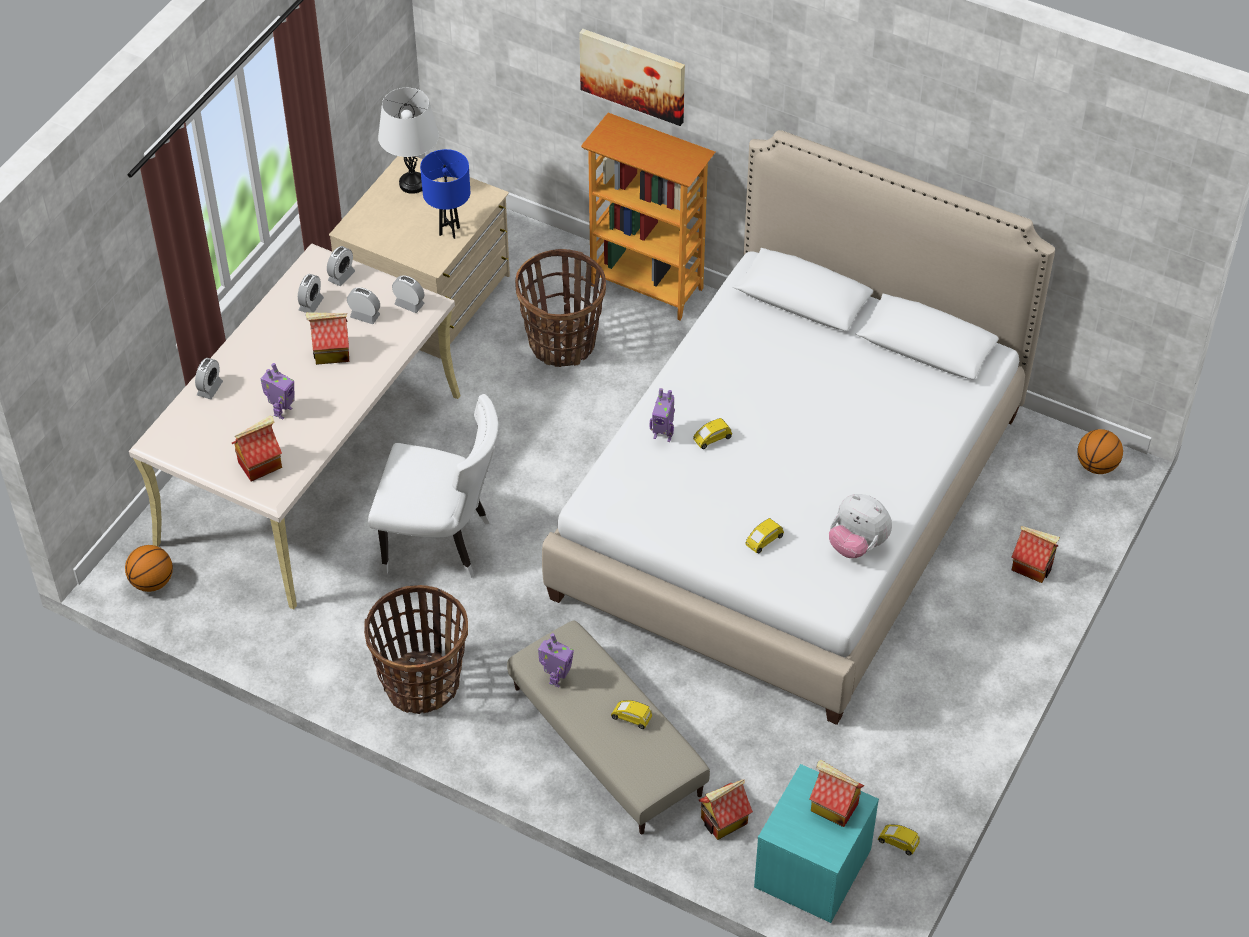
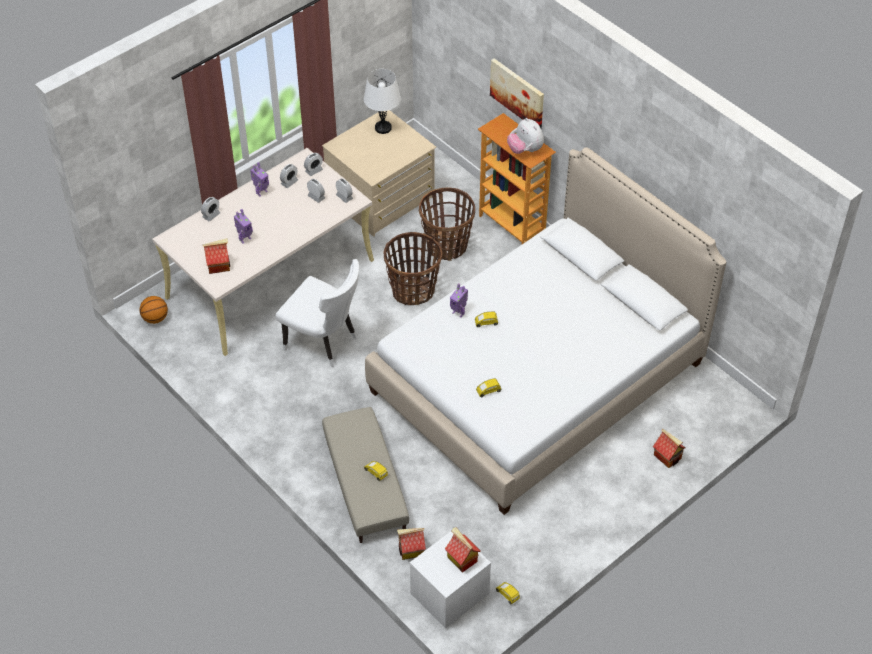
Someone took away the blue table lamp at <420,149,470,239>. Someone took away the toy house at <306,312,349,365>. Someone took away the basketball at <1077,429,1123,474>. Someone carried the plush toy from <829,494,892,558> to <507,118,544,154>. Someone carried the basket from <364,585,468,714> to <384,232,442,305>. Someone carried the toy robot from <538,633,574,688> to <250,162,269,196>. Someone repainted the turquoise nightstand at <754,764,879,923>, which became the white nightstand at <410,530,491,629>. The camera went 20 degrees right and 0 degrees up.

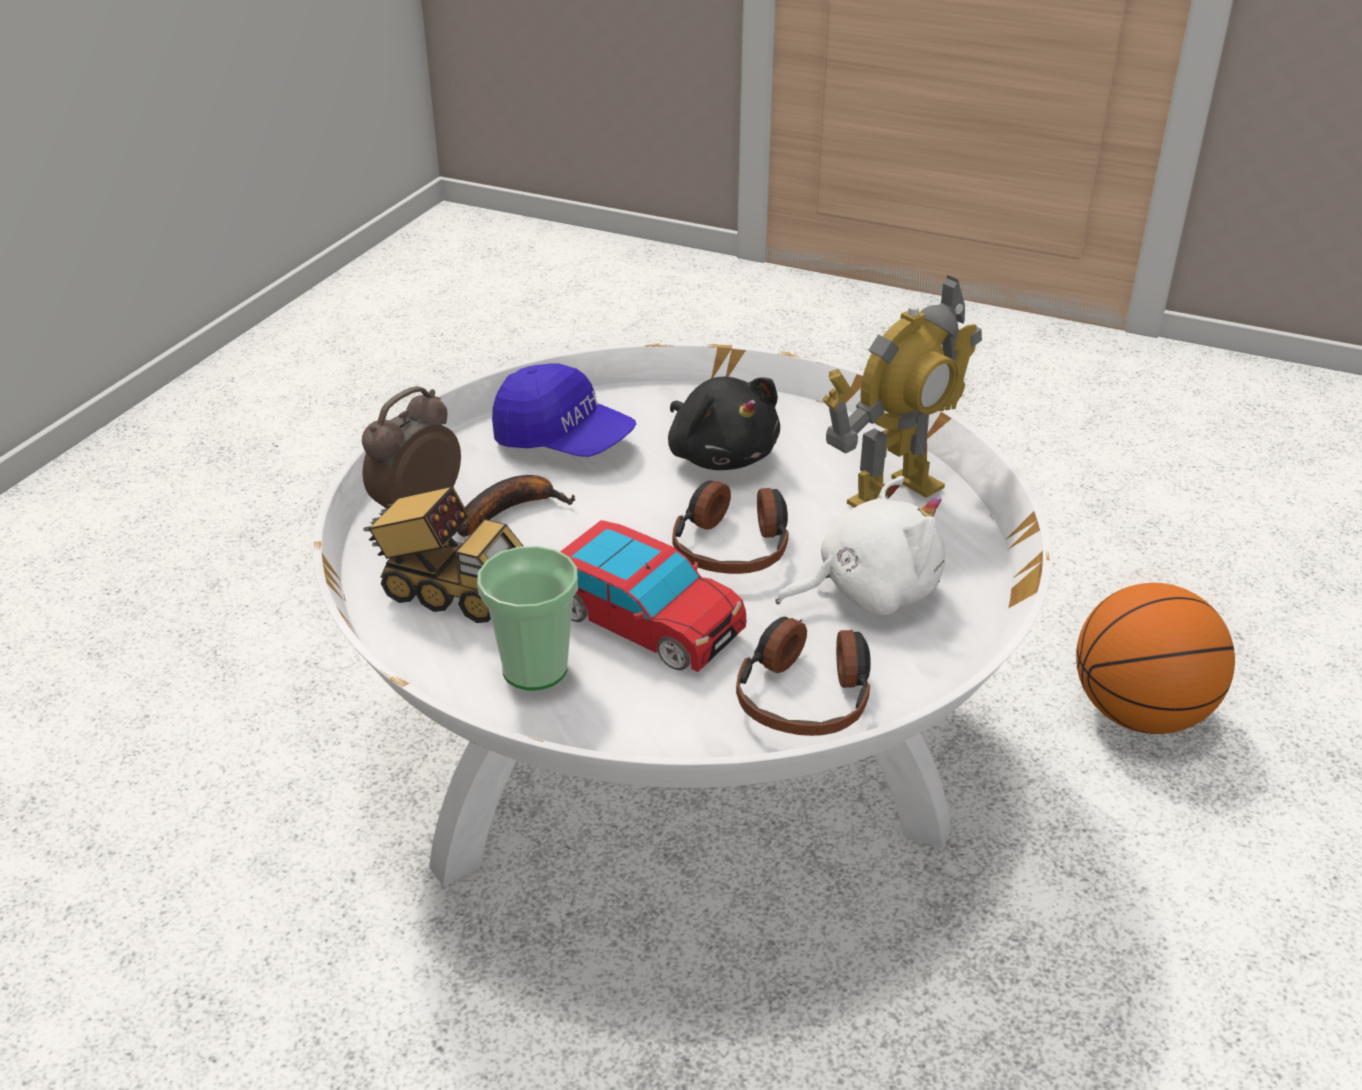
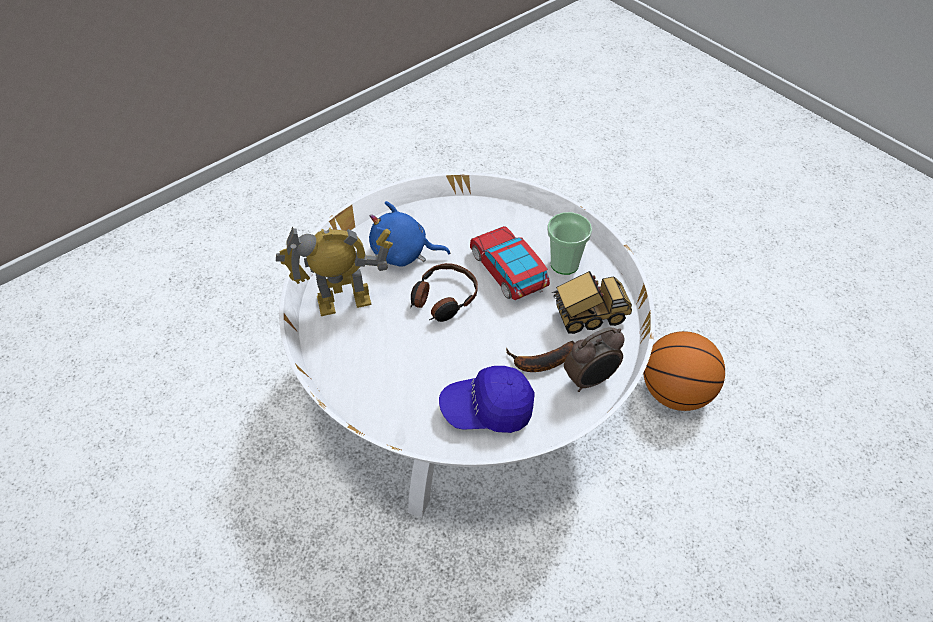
Someone rotated the blue cap at <492,363,636,457> by 60 degrees counterclockwise. Someone took away the black plush toy at <668,376,780,470>. Someone repainted the white plush toy at <776,476,945,615>, which became the blue plush toy at <369,201,450,266>. Someone rotated the toy truck at <363,486,523,623> by 120 degrees clockwise. Someone carried the basketball from <1076,583,1235,734> to <643,331,725,411>. Someone took away the headphones at <736,616,871,736>. The camera went 155 degrees left and 15 degrees up.

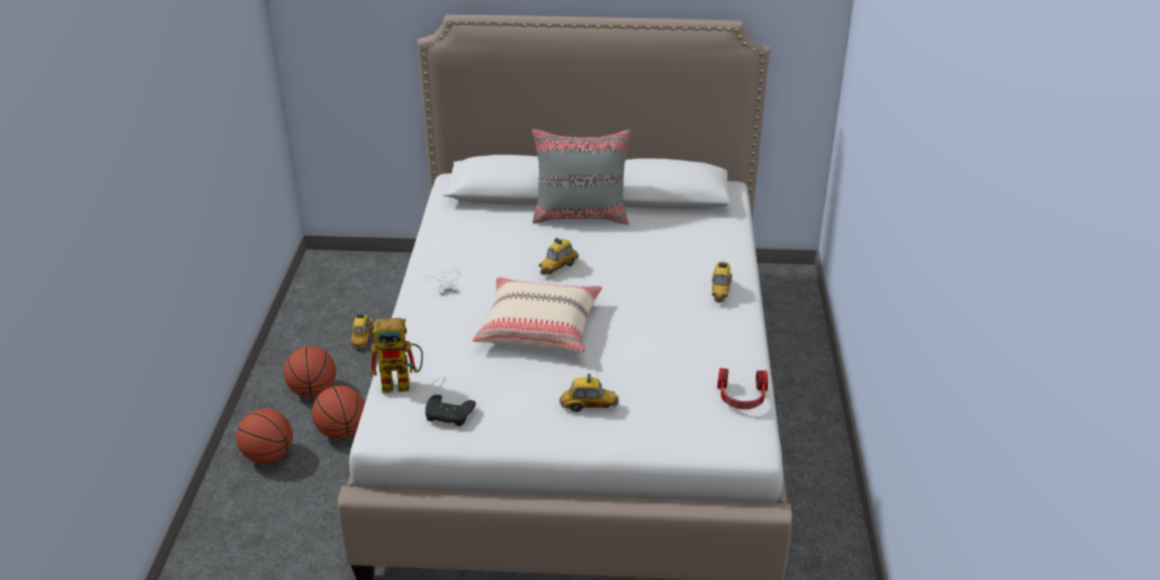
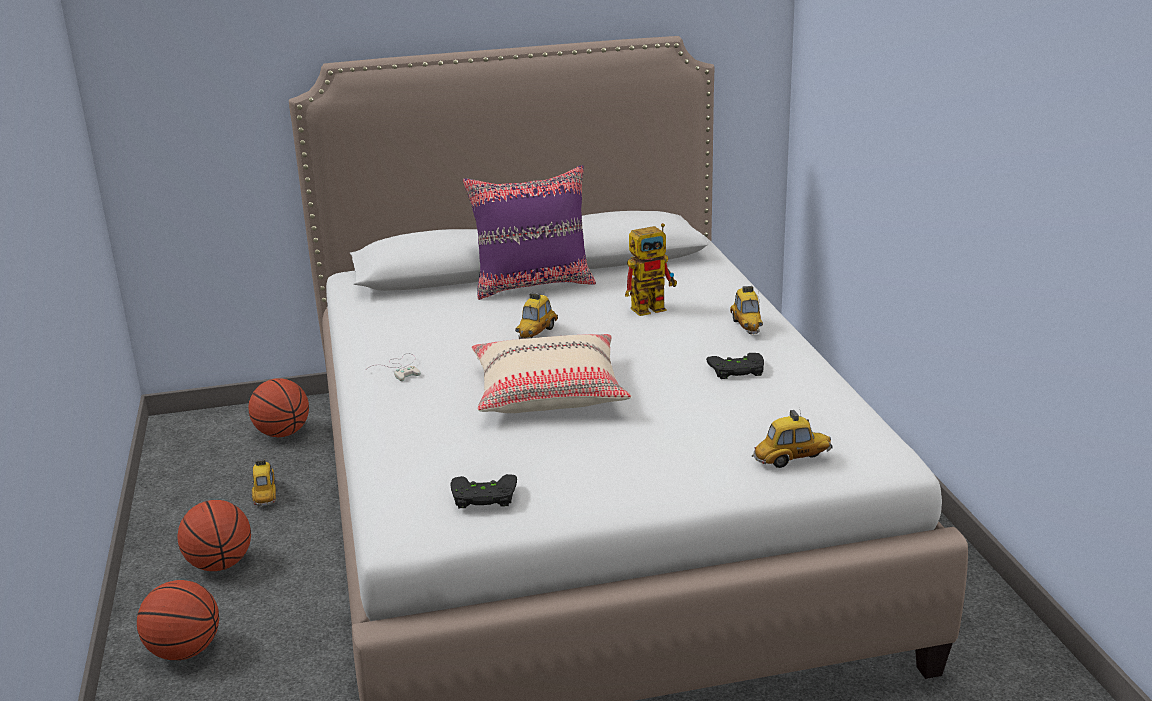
Someone repainted the grey pillow at <532,129,631,224>, which became the purple pillow at <463,165,596,300>. Someone carried the toy robot from <369,318,423,393> to <625,223,677,316>. Someone took away the headphones at <717,368,768,409>. Someone carried the toy car from <559,374,619,412> to <752,410,832,468>. Someone carried the basketball from <312,386,365,439> to <248,378,309,437>. Someone put down the black game controller at <706,353,764,379>. The camera went 15 degrees left and 10 degrees down.

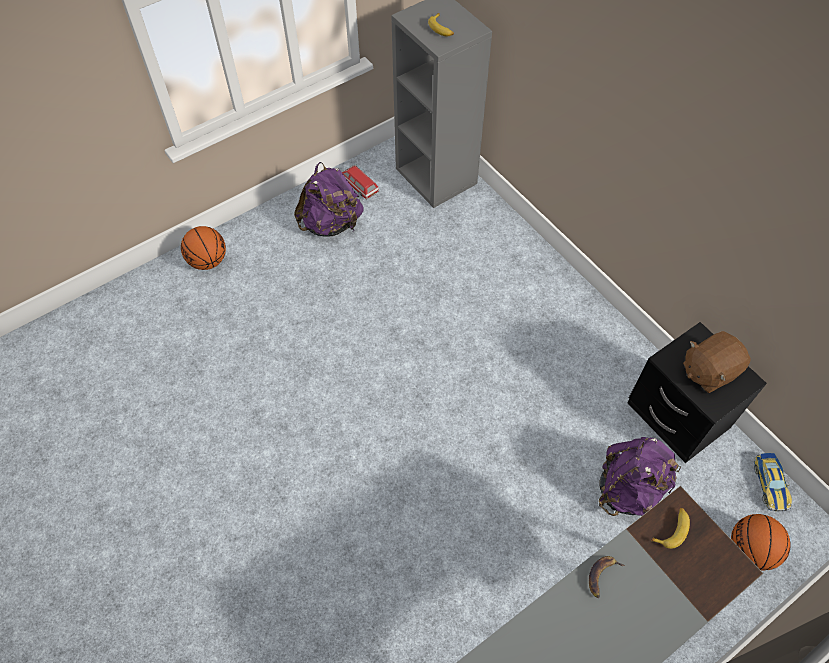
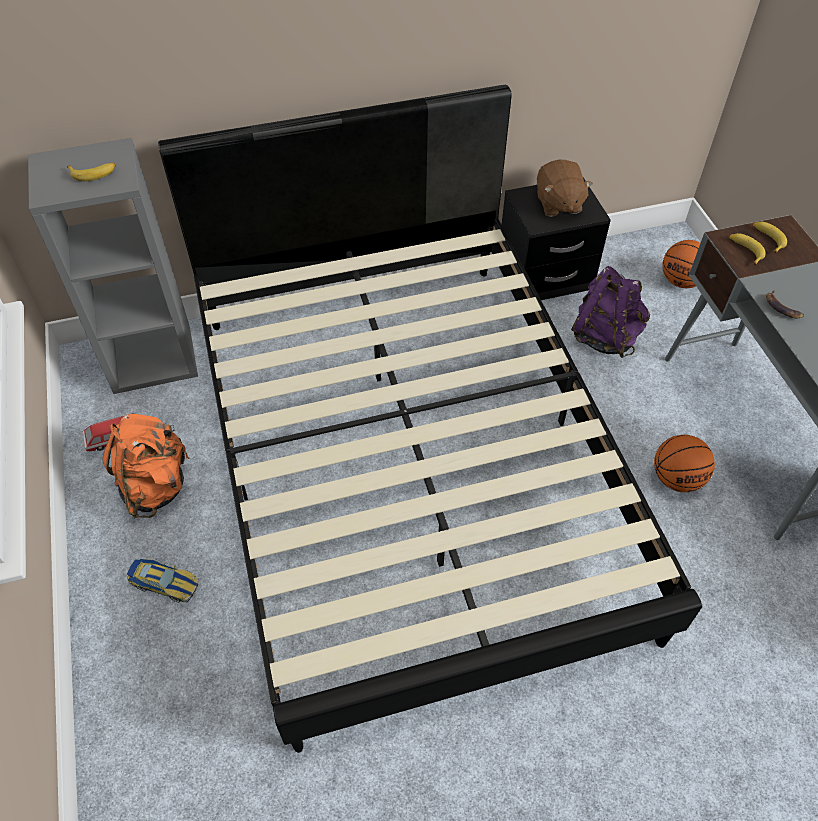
Someone repainted the purple backpack at <294,162,363,237>, which became the orange backpack at <103,414,190,518>. Someone carried the basketball from <181,226,226,270> to <654,435,715,492>. Someone carried the toy car from <754,453,792,512> to <127,559,199,602>. Someone put down the black bed at <158,84,702,753>. Someone put down the banana at <753,222,787,253>. The camera went 70 degrees left and 5 degrees down.

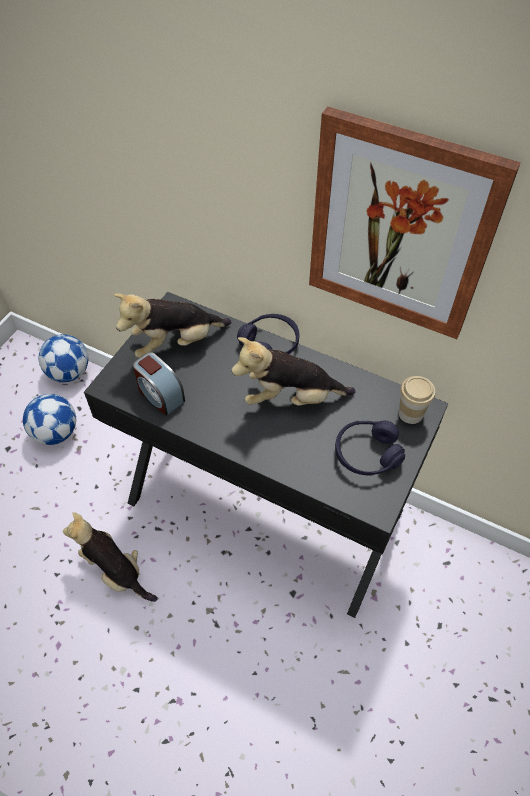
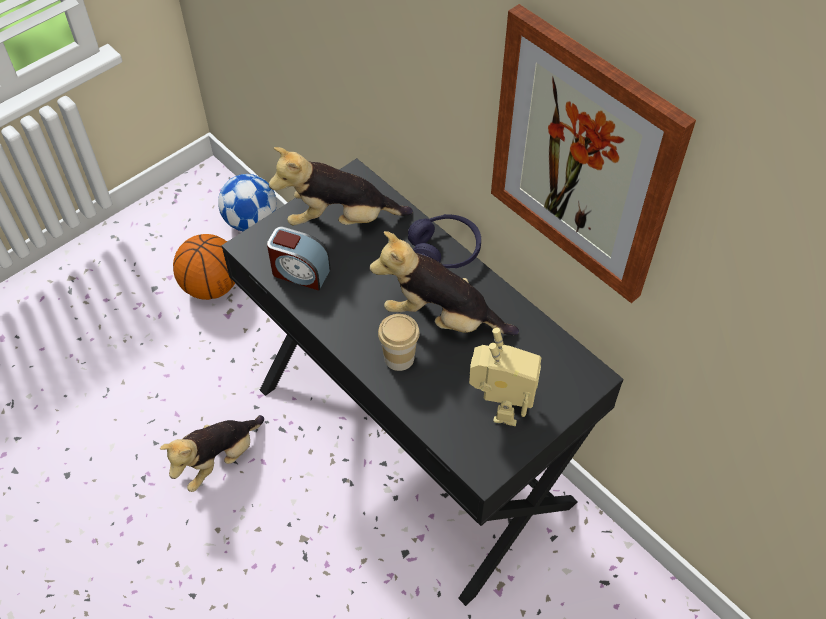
Someone rotated the alarm clock at <133,352,185,416> by 45 degrees counterclockwise. Someone carried the cup from <398,376,435,424> to <378,314,420,371>. Someone swapped the football at <23,394,76,445> for the basketball at <173,234,235,300>. Someone swapped the purple headphones at <335,420,405,476> for the toy robot at <469,328,541,426>. Someone rotated the plush toy at <63,512,158,602> by 105 degrees counterclockwise. The camera went 20 degrees right and 0 degrees up.

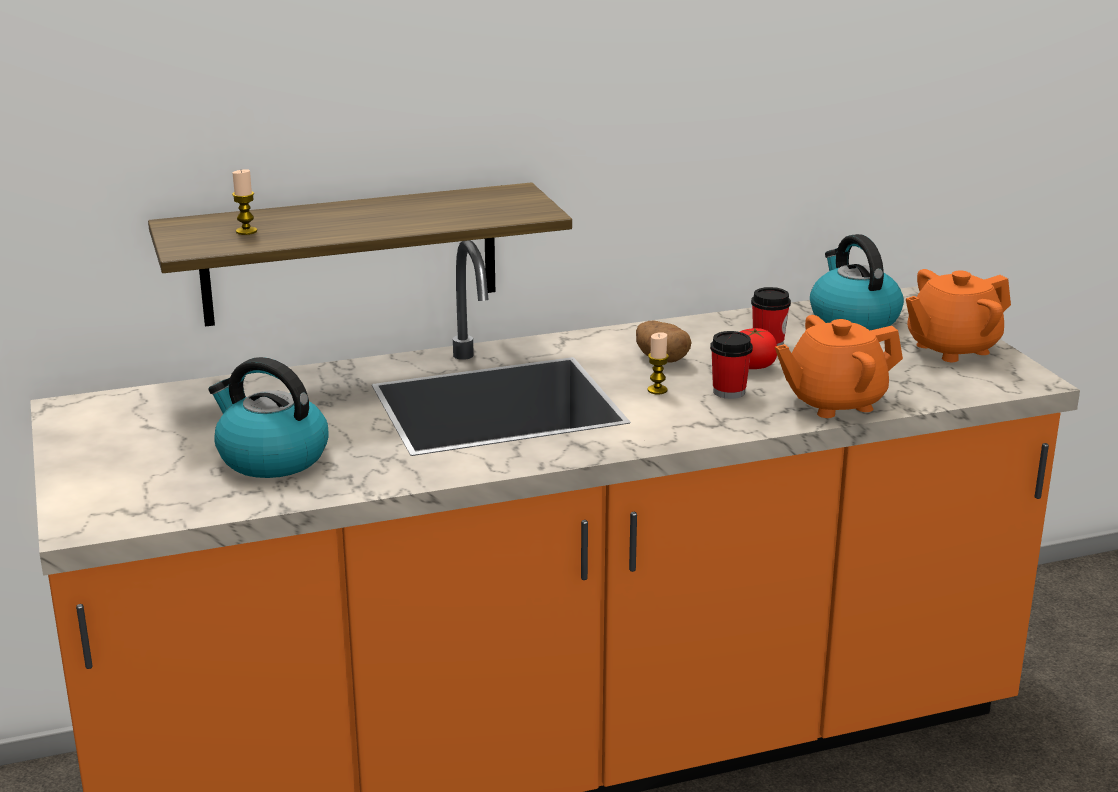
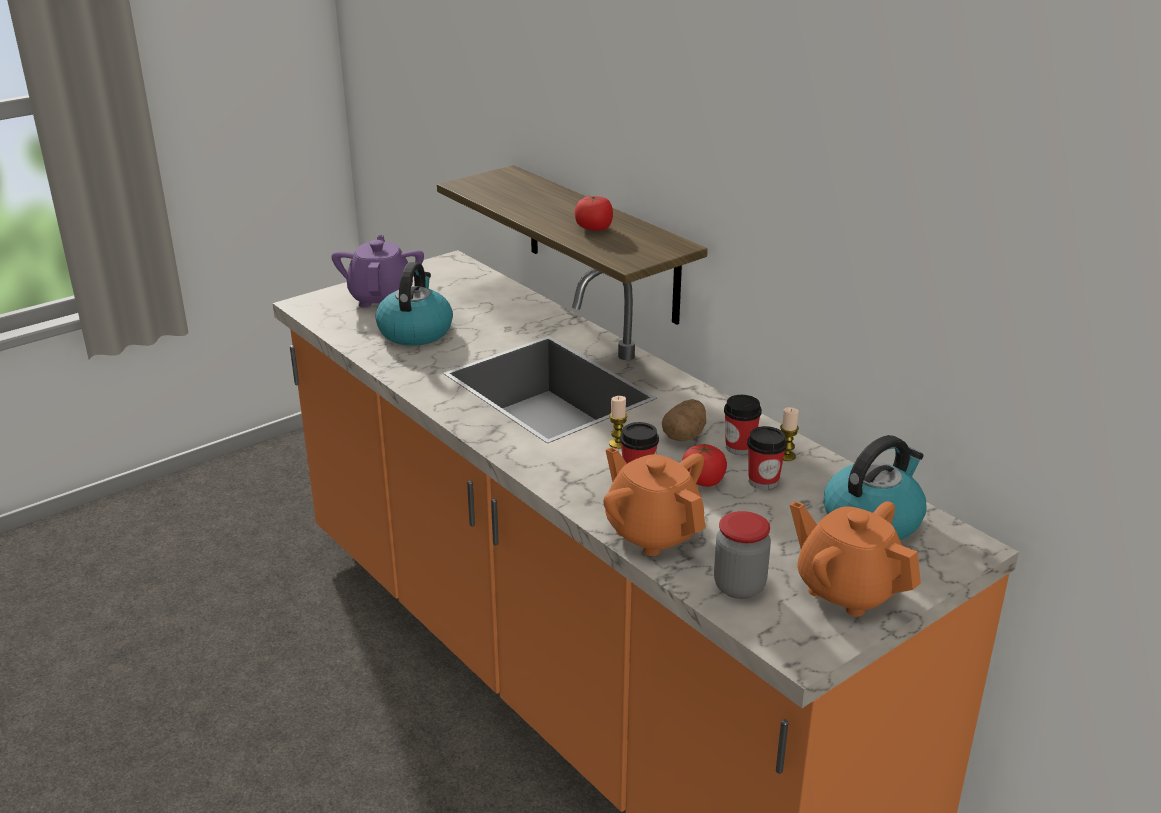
Someone carried the candle from <232,169,257,235> to <780,407,799,461>. Someone put down the tomato at <575,196,613,231>. Someone put down the purple teapot at <331,235,424,308>. Someone put down the cup at <724,395,762,455>. Someone put down the jar at <714,511,771,599>. The camera went 70 degrees right and 5 degrees up.

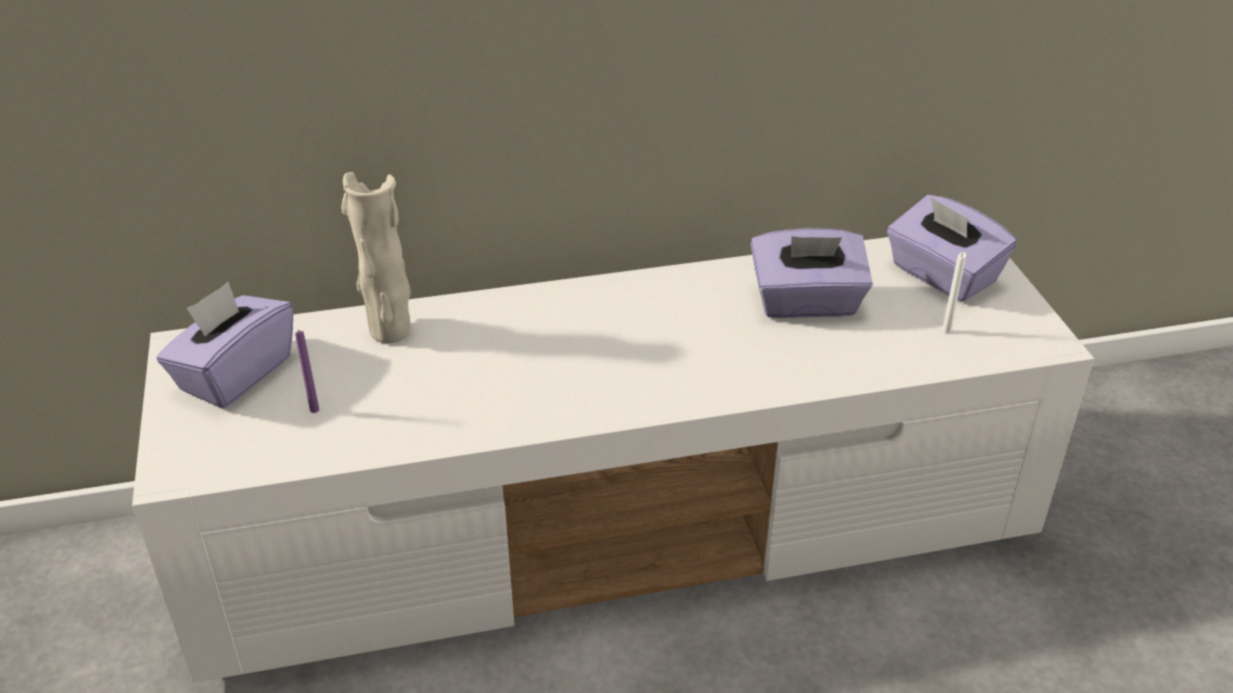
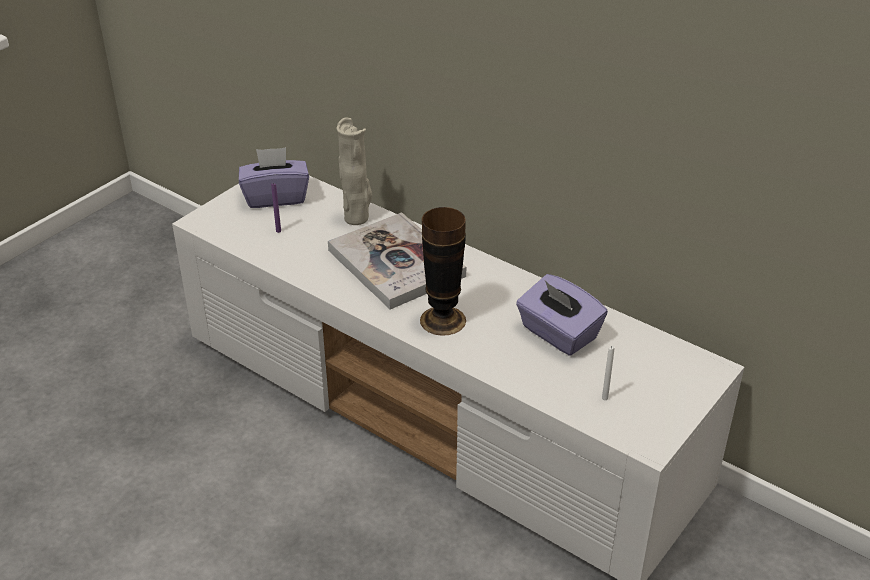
Someone took away the purple tissue box at <887,195,1017,302>. Someone put down the vase at <420,207,466,336>. Someone put down the book at <328,212,466,309>. The camera went 50 degrees right and 0 degrees up.

